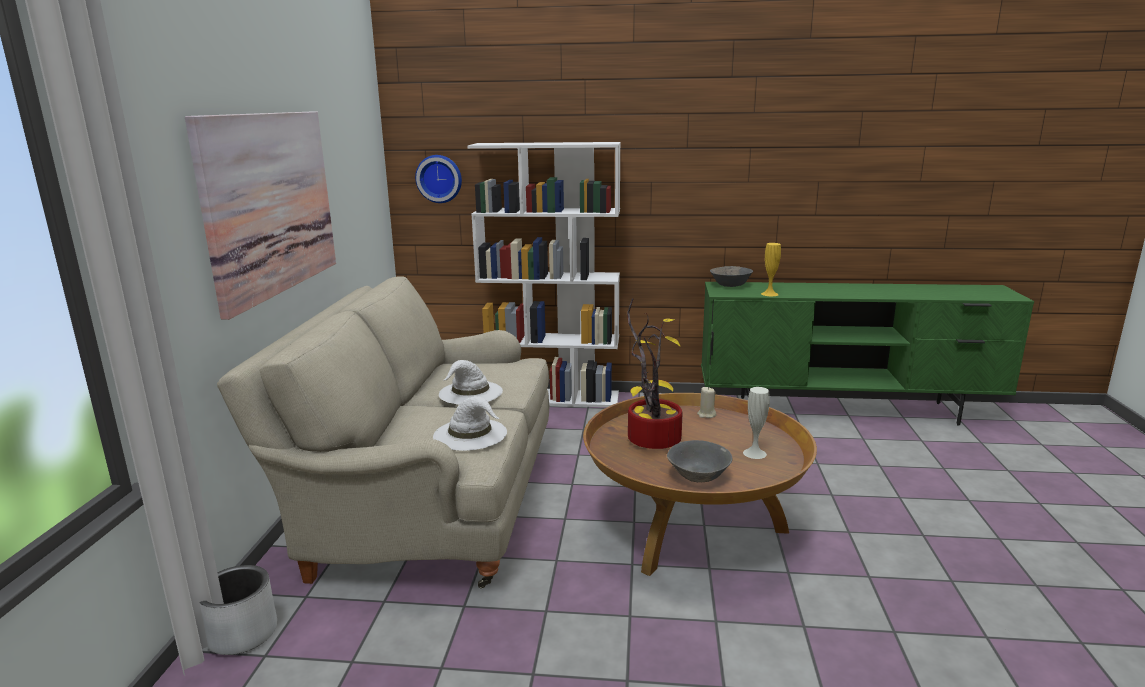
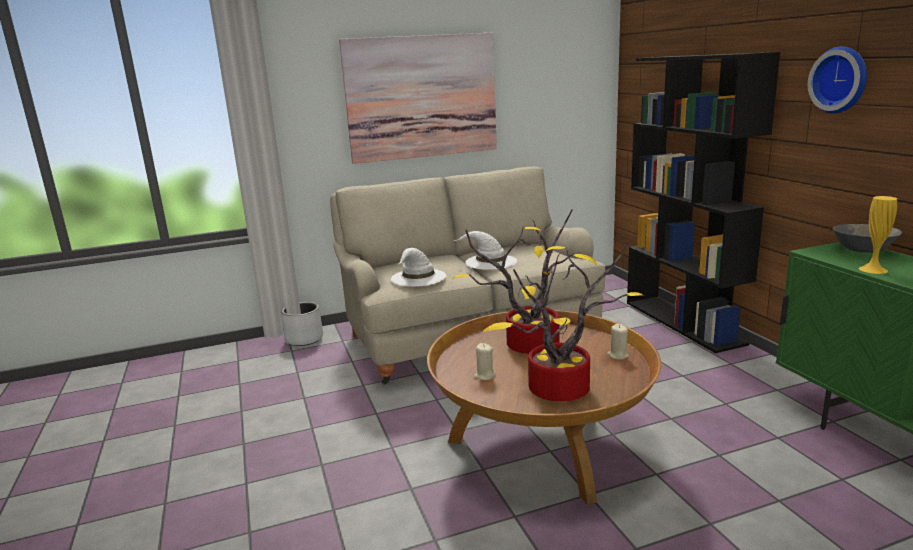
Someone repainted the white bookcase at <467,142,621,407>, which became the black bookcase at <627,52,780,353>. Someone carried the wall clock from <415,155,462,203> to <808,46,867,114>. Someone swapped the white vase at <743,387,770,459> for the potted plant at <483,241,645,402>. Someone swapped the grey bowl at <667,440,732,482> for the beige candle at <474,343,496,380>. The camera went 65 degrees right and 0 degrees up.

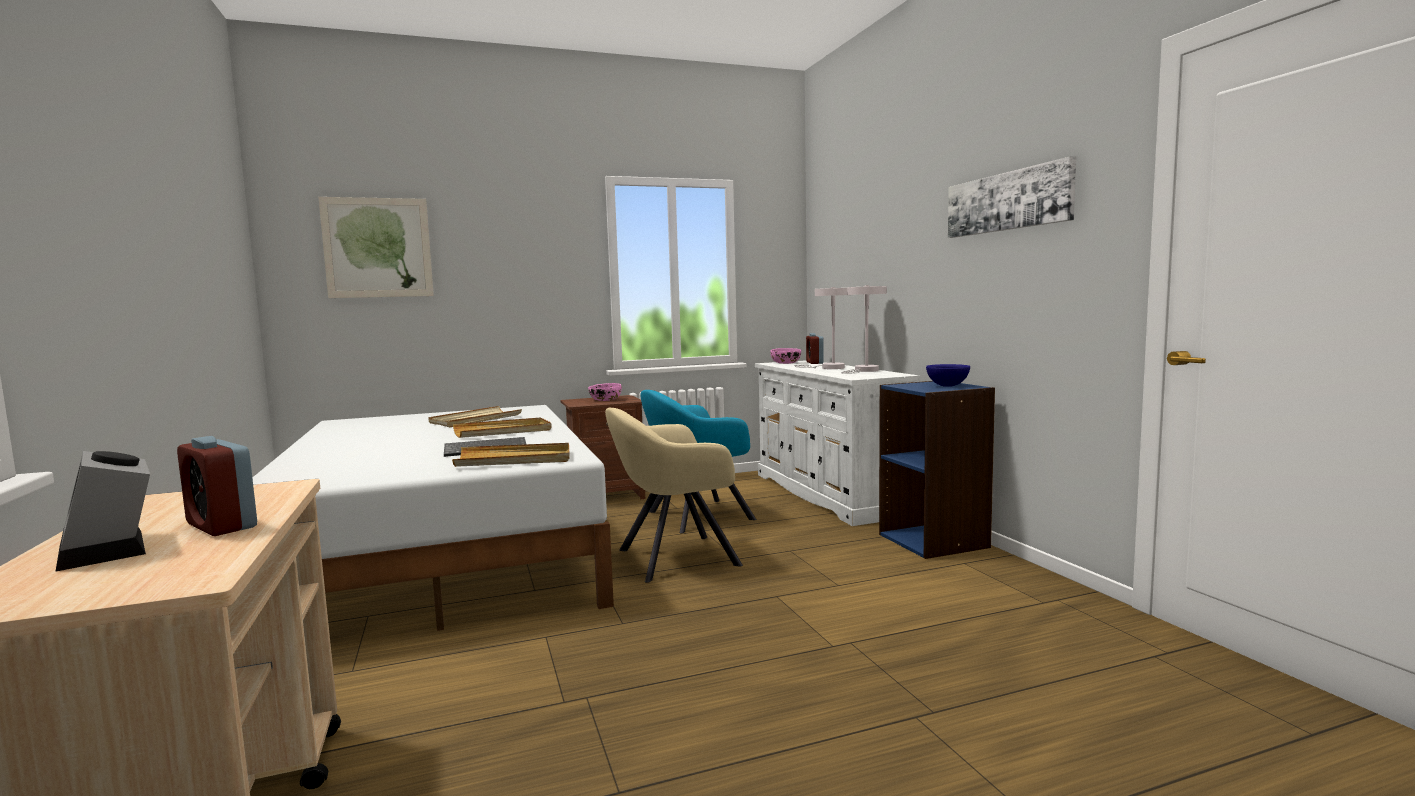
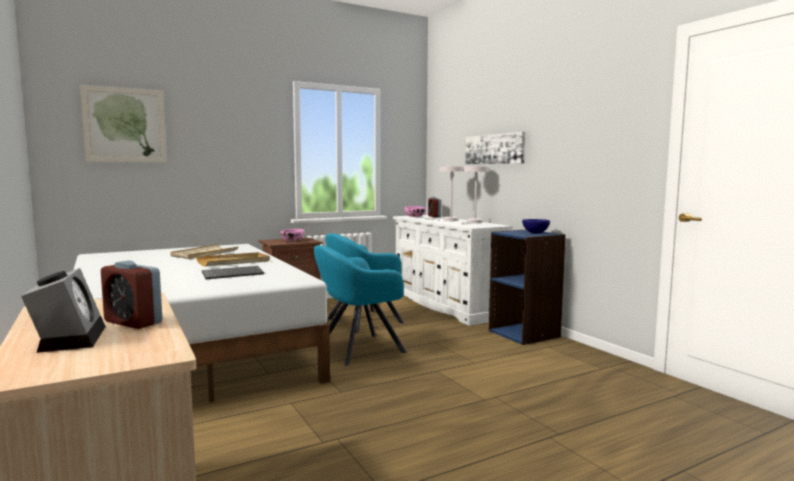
Someone carried the picture from <948,156,1076,238> to <465,132,525,164>. Someone repainted the beige armchair at <605,408,743,583>, which became the turquoise armchair at <314,245,407,366>. Someone took away the beige tray at <452,443,570,467>. Someone rotated the alarm clock at <55,451,150,572> by 150 degrees counterclockwise. The camera went 10 degrees left and 0 degrees up.

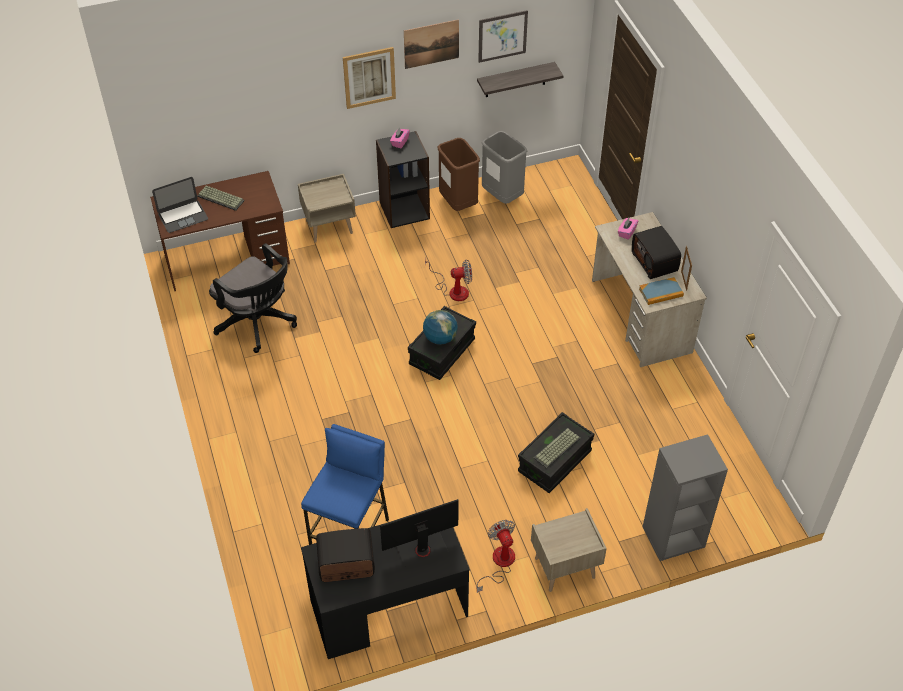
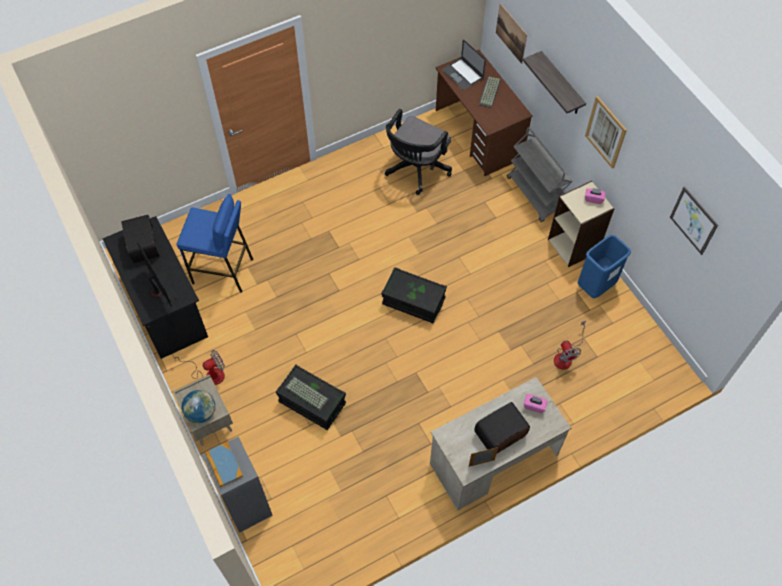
Someone carried the picture from <404,19,459,69> to <496,3,527,64>. Someone carried the shelf from <477,62,563,97> to <523,51,586,114>. Someone repainted the black bookcase at <376,131,430,228>, which became the beige bookcase at <548,181,614,267>. Someone took away the grey trash can at <482,131,527,204>. Someone repainted the brown trash can at <437,138,480,211>, which became the blue trash can at <577,235,631,298>. Someone swapped the beige nightstand at <298,174,356,243> for the grey cart at <507,127,573,222>. Someone carried the fan from <425,258,472,301> to <554,321,586,370>. Someone carried the book from <639,277,684,305> to <205,442,243,487>. Someone carried the globe from <423,310,458,345> to <182,390,215,423>. The camera went 80 degrees right and 10 degrees up.

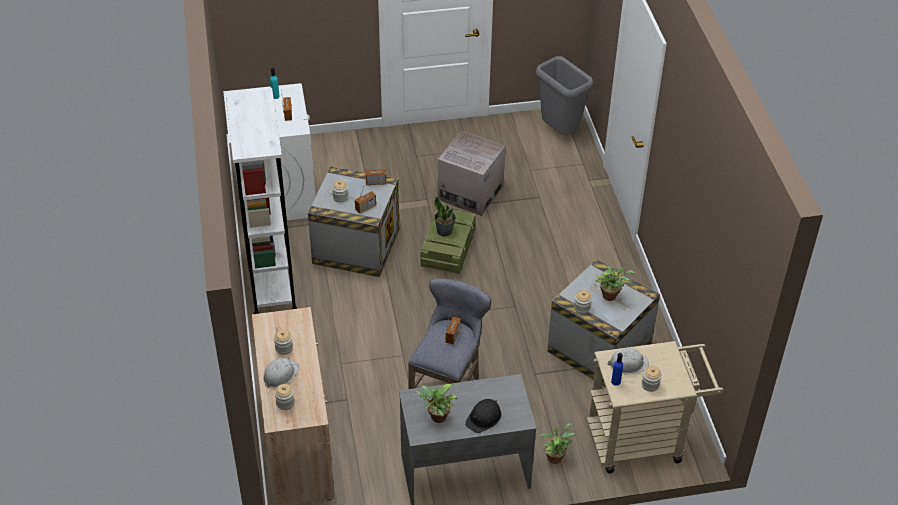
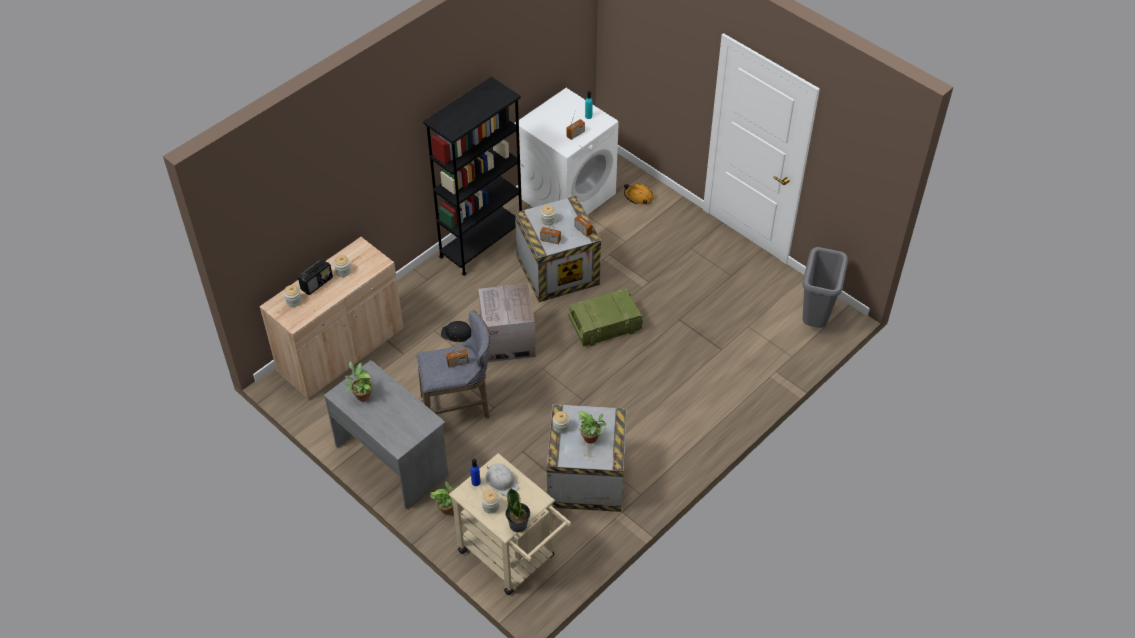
Someone repainted the white bookcase at <226,88,297,314>, which became the black bookcase at <423,77,522,276>. Someone carried the cardboard box from <438,131,506,216> to <478,284,536,362>. Someone carried the potted plant from <434,197,456,237> to <505,488,530,532>. Someone swapped the white hard hat at <263,358,299,389> for the radio at <298,259,333,295>. Someone carried the black hard hat from <465,399,502,433> to <441,321,471,342>. Someone put down the orange hard hat at <624,184,654,205>. The camera went 55 degrees right and 5 degrees up.

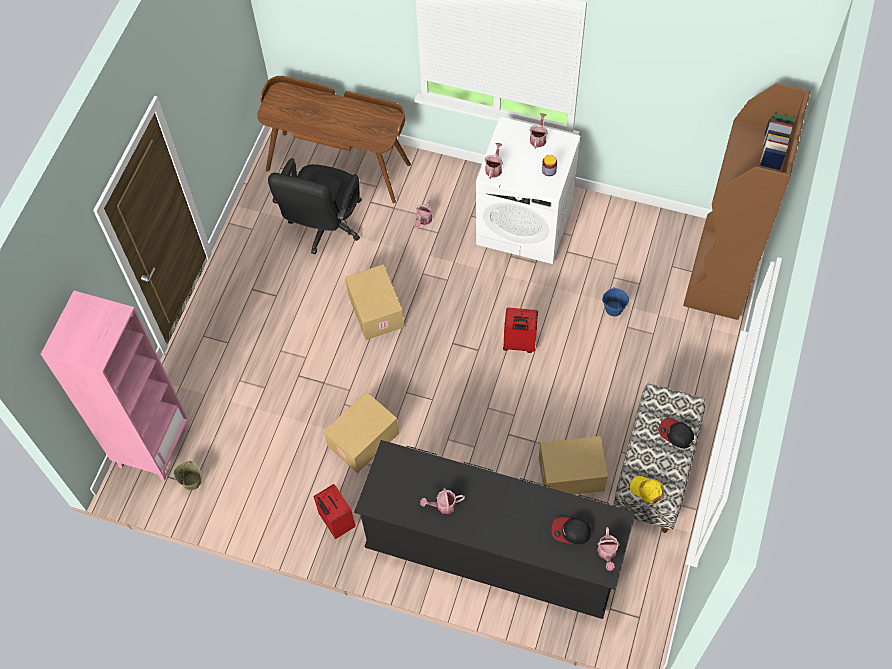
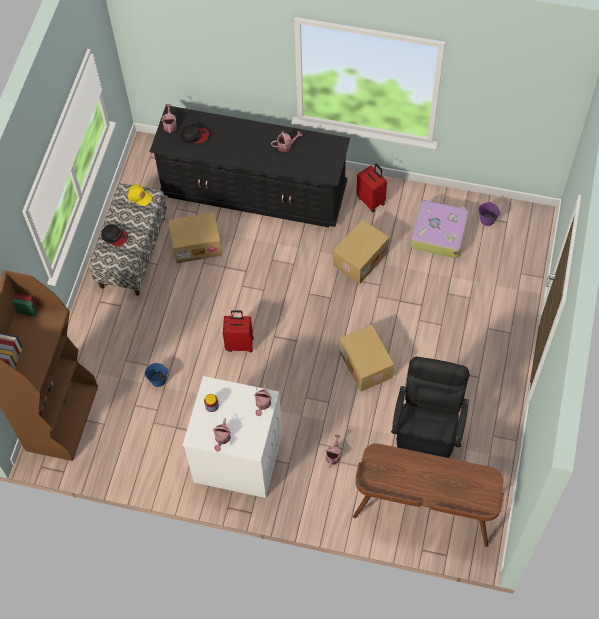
Someone took away the pink bookcase at <41,291,189,481>. Someone repainted the beige bucket at <174,461,201,490>, which became the purple bucket at <479,201,501,226>. Someone put down the suitcase at <411,199,470,258>. The camera went 175 degrees right and 0 degrees up.

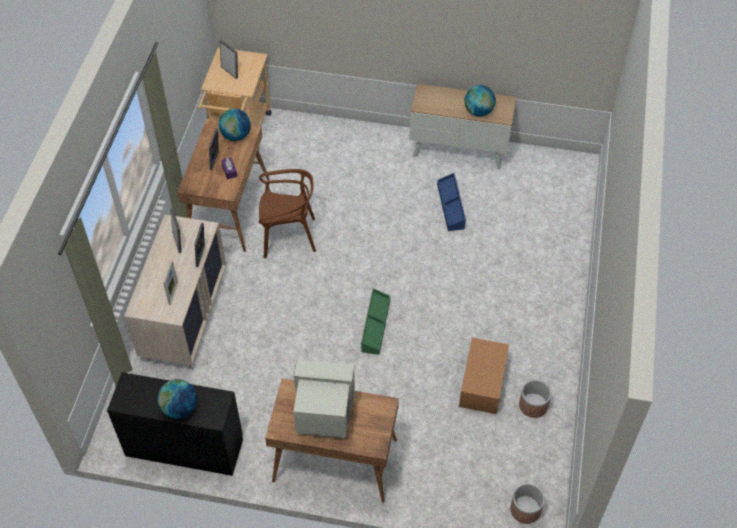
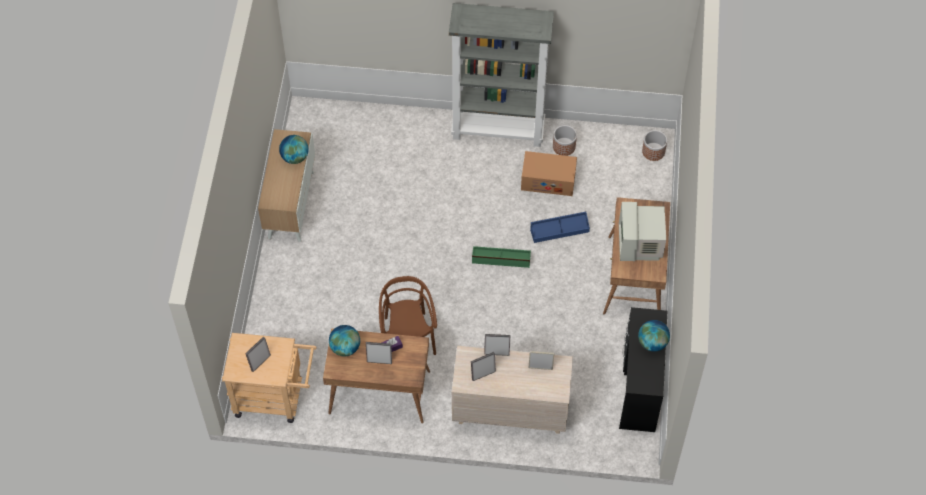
Someone carried the blue storage box from <437,173,466,231> to <530,212,590,243>. Someone put down the grey bookcase at <449,3,554,147>. The camera went 95 degrees left and 5 degrees up.

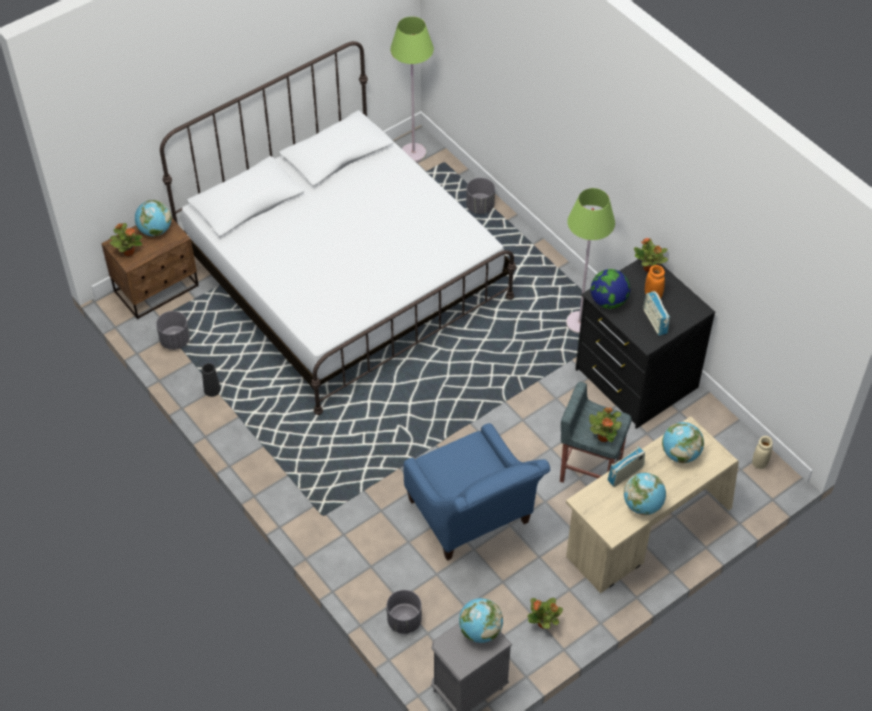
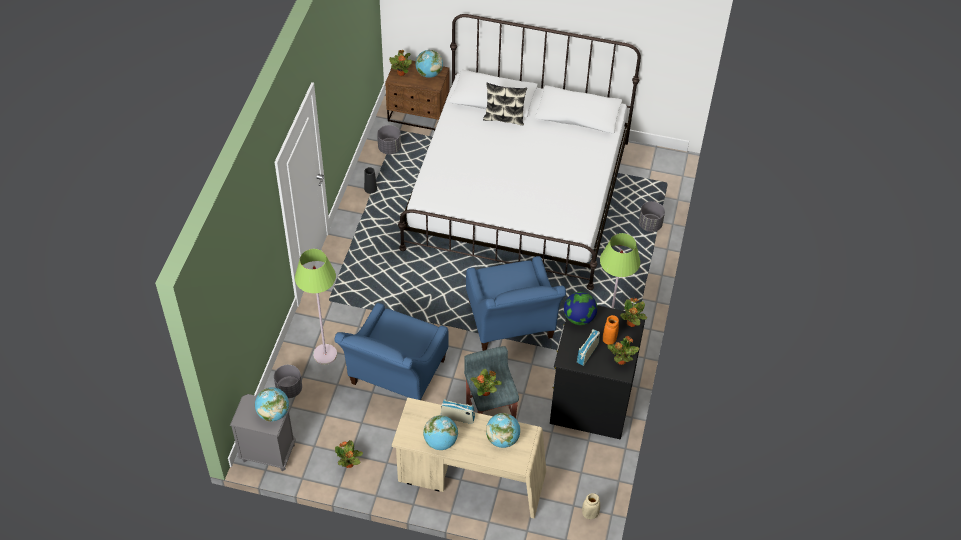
Someone carried the green floor lamp from <390,16,434,162> to <295,249,337,365>. Someone put down the pillow at <483,83,527,126>. Someone put down the blue armchair at <466,256,566,351>. Someone put down the potted plant at <607,336,639,365>. The camera went 50 degrees right and 0 degrees up.

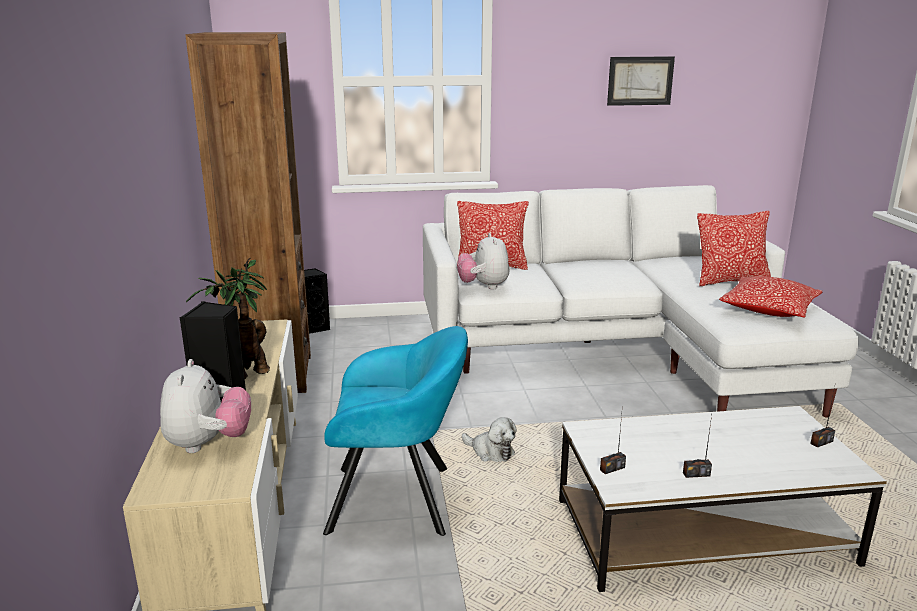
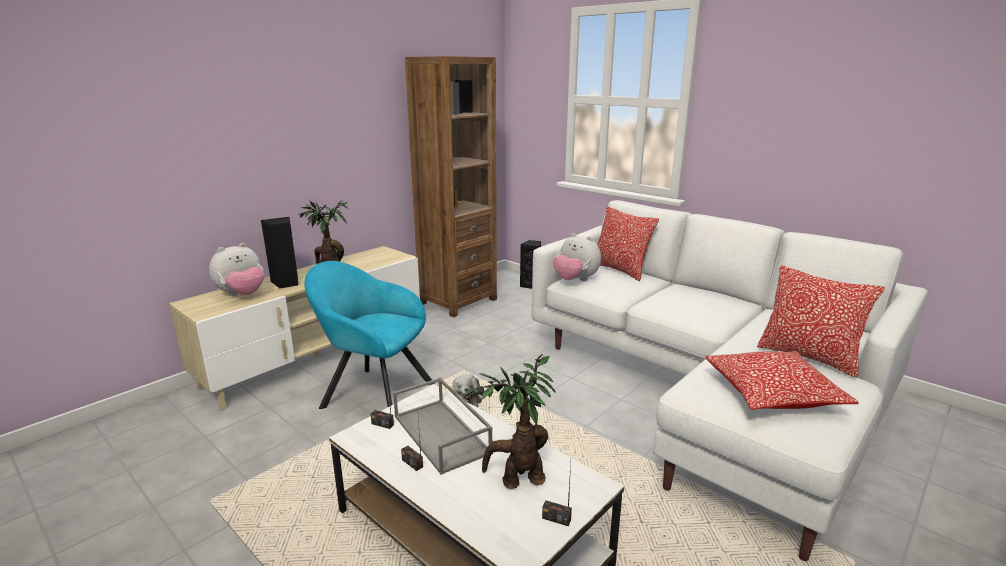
Someone took away the picture at <607,56,675,106>. Someone rotated the plush toy at <457,233,509,289> by 90 degrees counterclockwise. Someone rotated the turquoise armchair at <323,326,468,536> by 150 degrees clockwise. Someone put down the potted plant at <464,354,555,489>. Someone put down the grey tray at <393,377,493,475>. The camera went 50 degrees right and 0 degrees up.

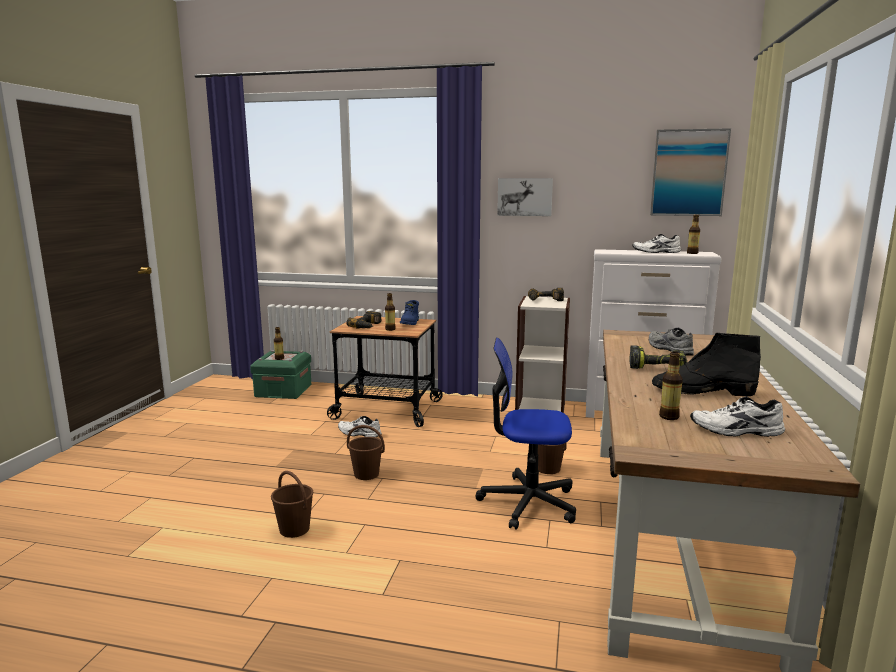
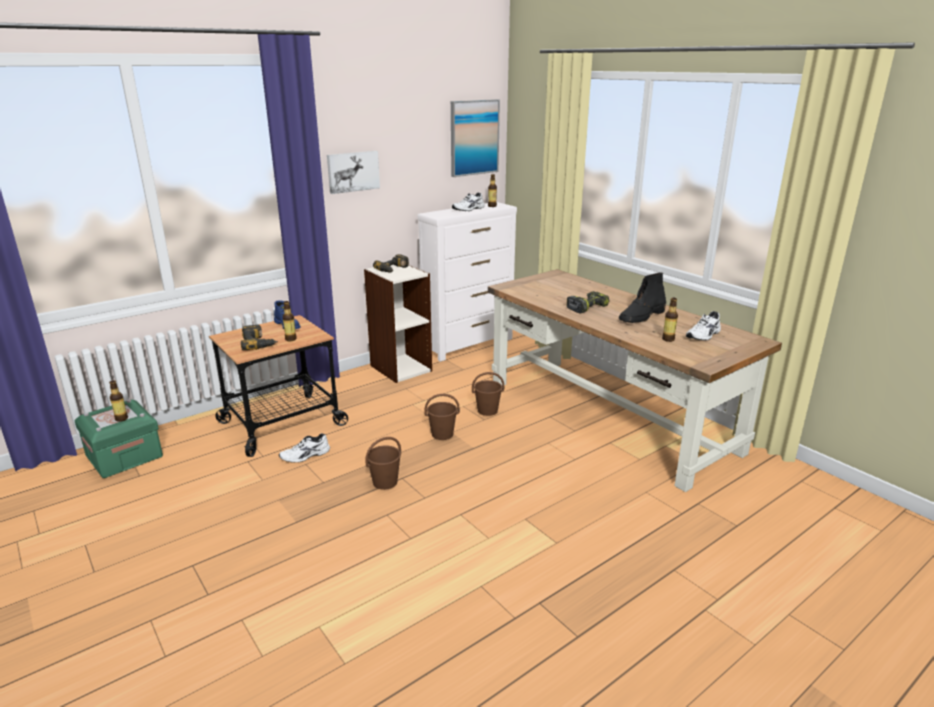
Someone took away the grey shoe at <649,328,694,356>. Someone took away the office chair at <475,338,576,530>. Someone carried the brown bucket from <271,471,313,538> to <424,394,460,440>. The camera went 50 degrees left and 10 degrees up.

